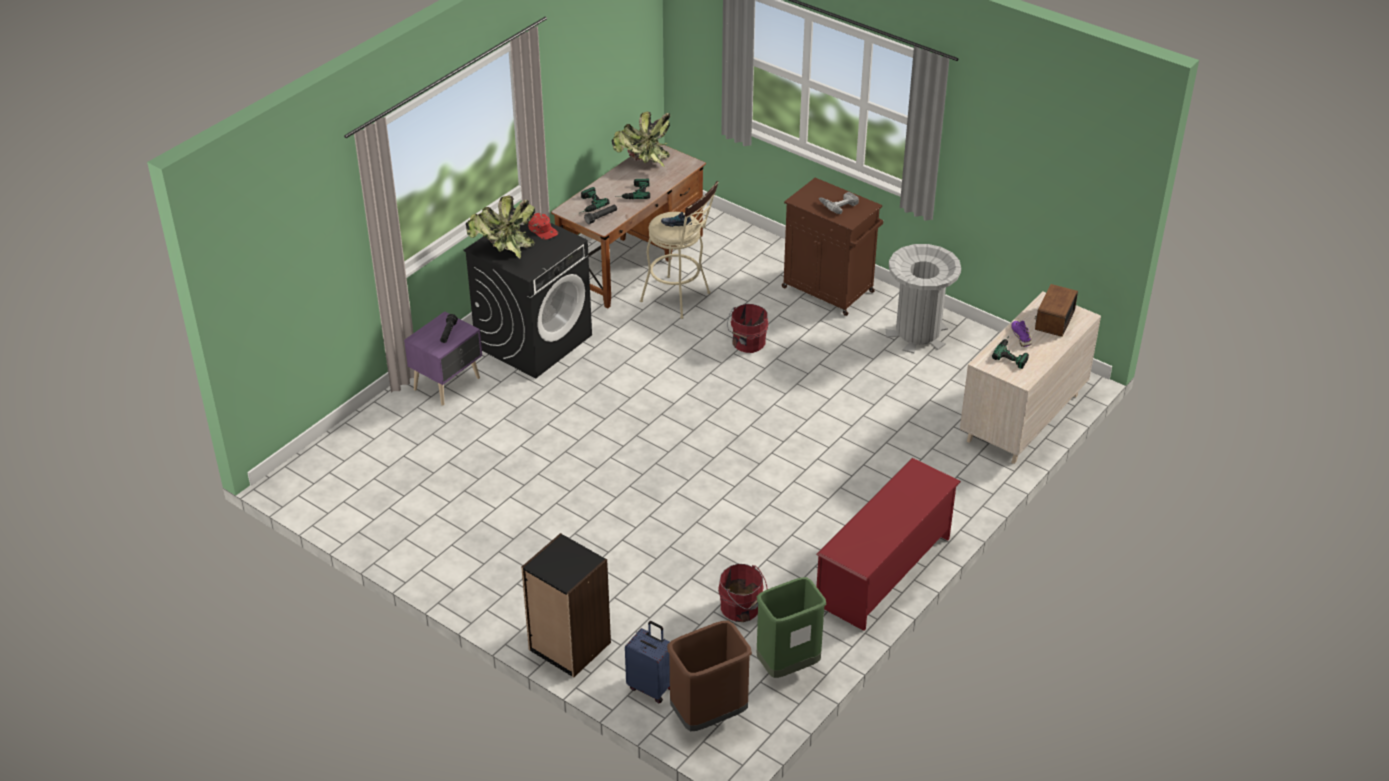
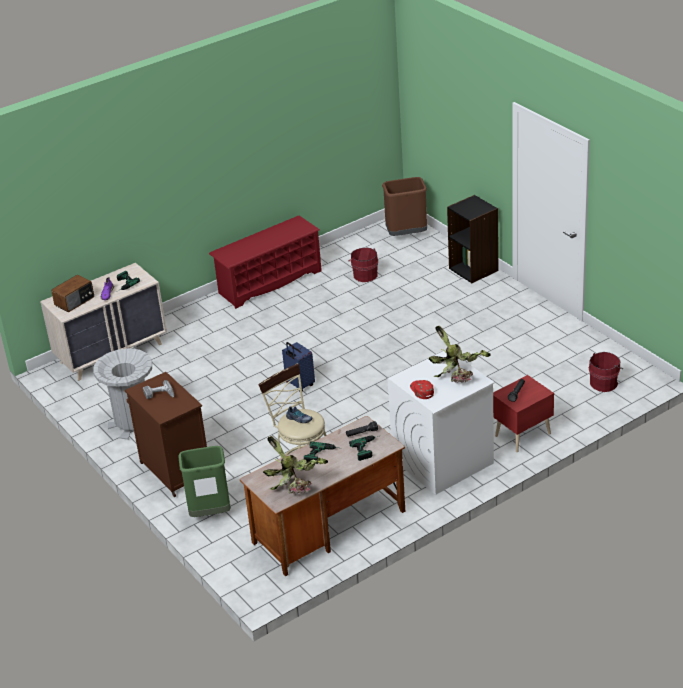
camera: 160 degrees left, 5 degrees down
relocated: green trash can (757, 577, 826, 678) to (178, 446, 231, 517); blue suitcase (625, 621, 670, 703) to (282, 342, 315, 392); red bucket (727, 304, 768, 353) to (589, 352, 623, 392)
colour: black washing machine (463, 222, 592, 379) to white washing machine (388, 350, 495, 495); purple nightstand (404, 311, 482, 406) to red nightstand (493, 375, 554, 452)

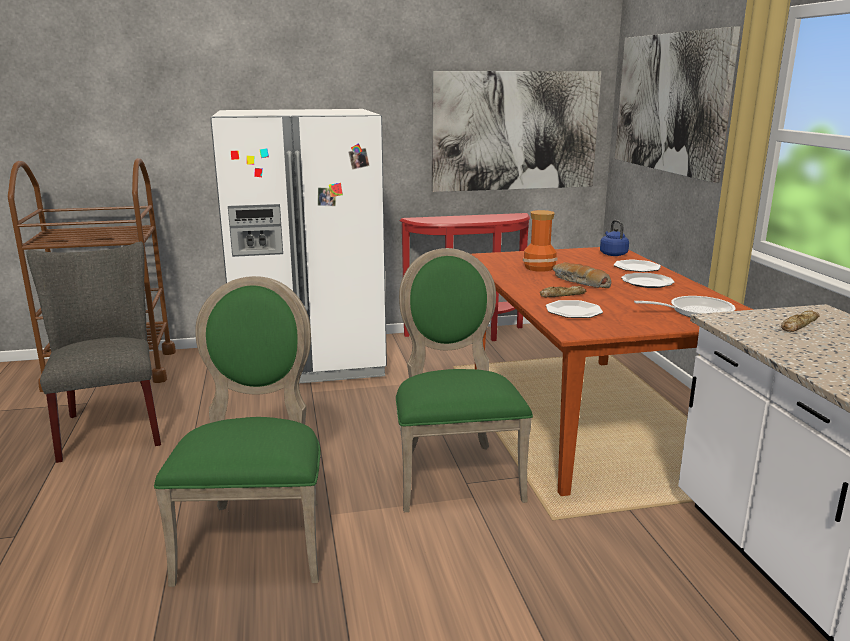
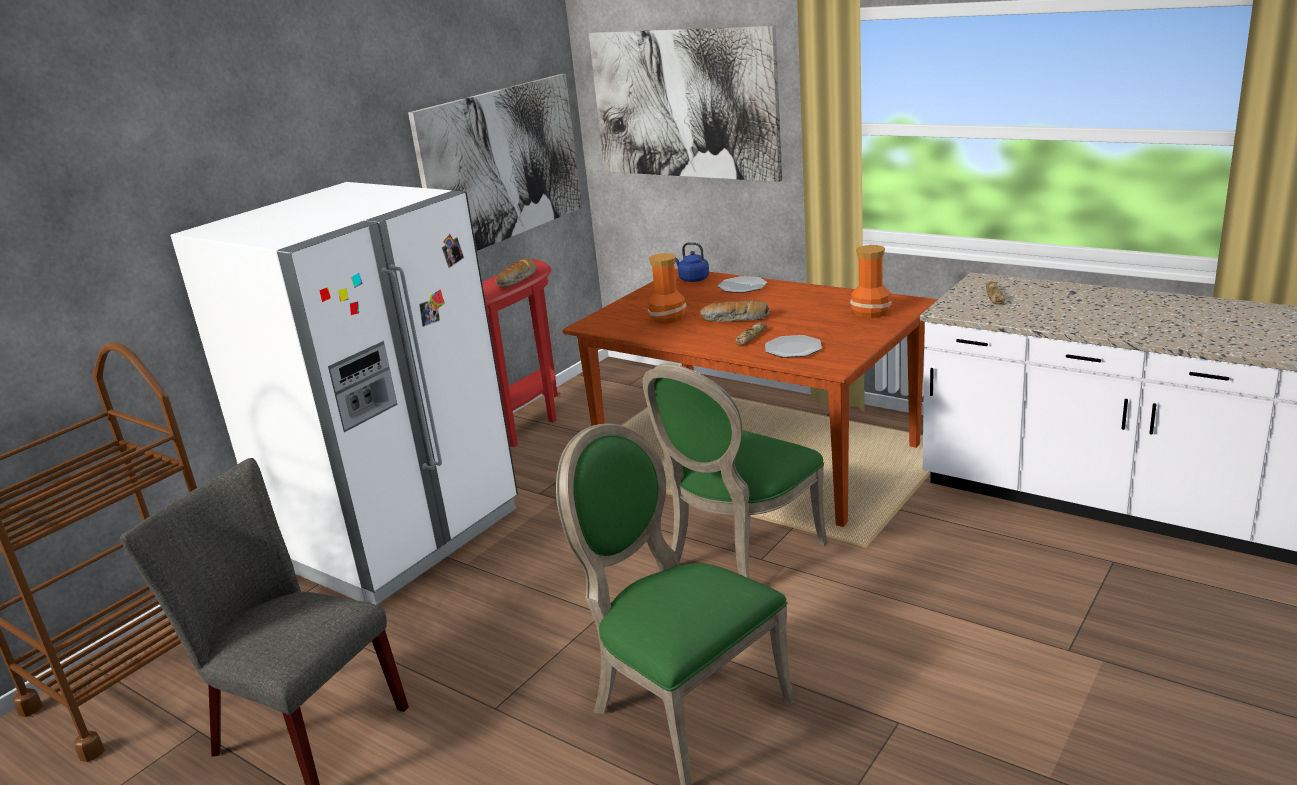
camera: 40 degrees left, 5 degrees up
missing: plate (621, 273, 675, 288)
appeared: bread (496, 259, 536, 288)
exchanged: frying pan (634, 296, 735, 317) to vase (850, 245, 892, 318)
spun: green chair (396, 248, 533, 512) = (643, 364, 827, 579) 90 degrees counterclockwise

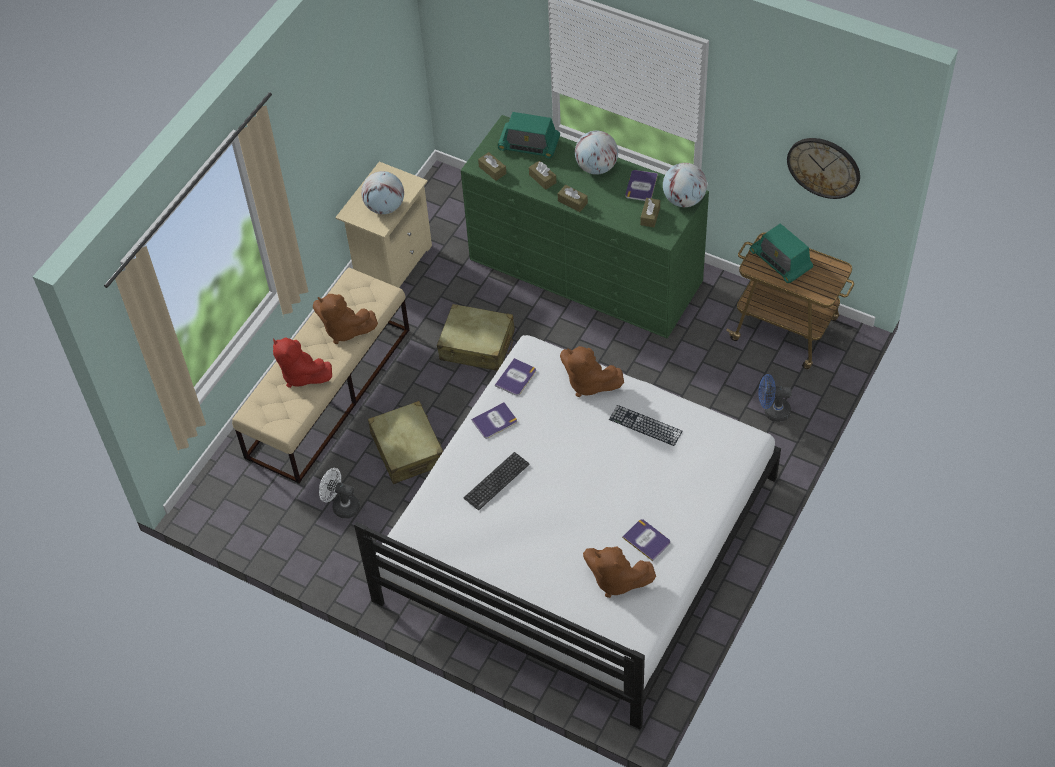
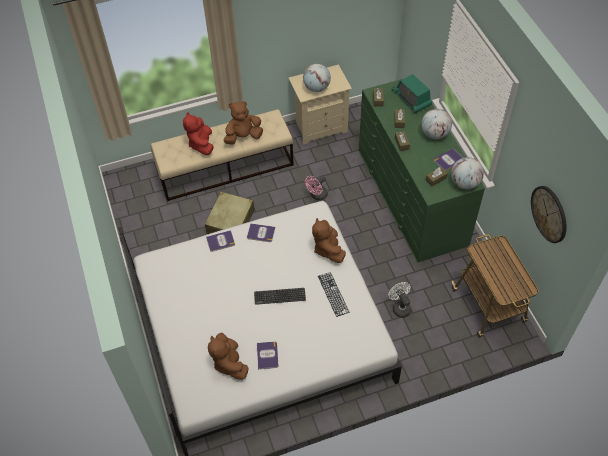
camera: 40 degrees right, 0 degrees up
missing: radio (750, 223, 813, 283); blue fan (759, 374, 792, 422)
relocated: book (495, 358, 536, 396) to (206, 230, 235, 252); keyboard (464, 452, 529, 510) to (254, 288, 306, 305); white fan (319, 468, 360, 519) to (388, 282, 411, 318)
exchanged: beige suitcase (437, 304, 515, 371) to pink fan (305, 175, 328, 201)
spun: brown plush toy (313, 294, 378, 344) = (224, 101, 263, 145) 90 degrees clockwise

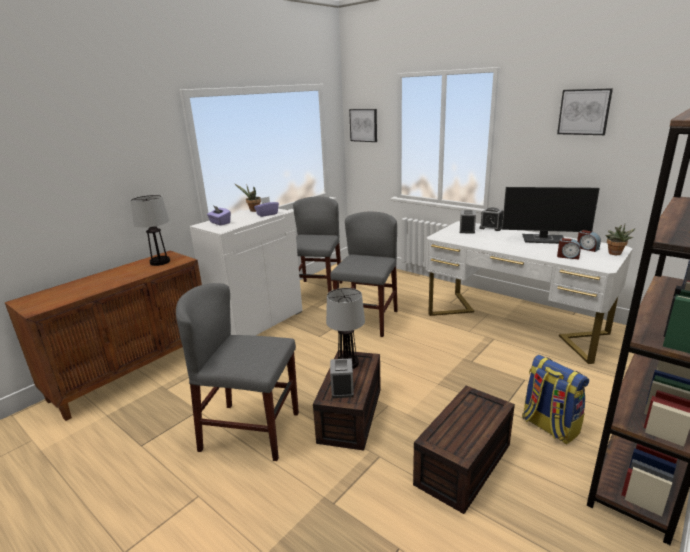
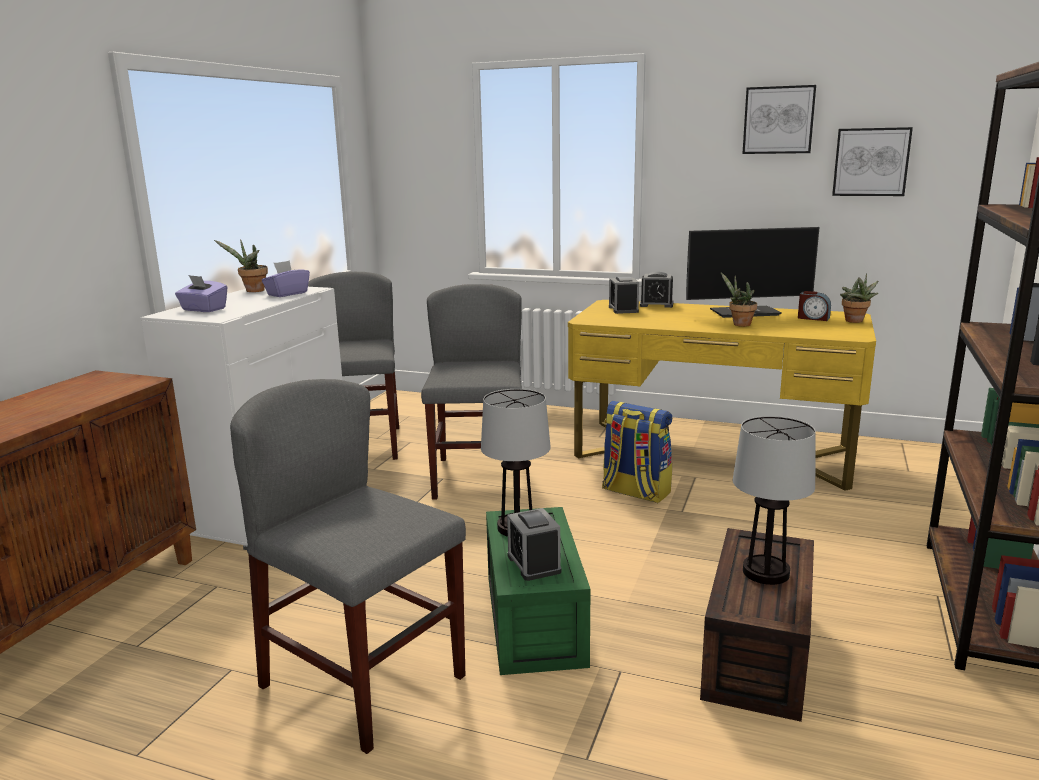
camera: 20 degrees left, 5 degrees down
missing: alarm clock (557, 238, 580, 259)
appeared: potted plant (721, 272, 757, 327)
relocated: backpack (522, 355, 589, 444) to (602, 401, 672, 503); table lamp (131, 195, 170, 266) to (733, 416, 816, 585); picture (349, 109, 377, 142) to (832, 127, 913, 196)
colour: brown storage box (313, 350, 381, 451) to green storage box (486, 507, 590, 675); white desk (426, 221, 633, 364) to yellow desk (568, 300, 876, 491)
spun: grey chair (176, 283, 299, 461) = (230, 379, 466, 754) 45 degrees clockwise

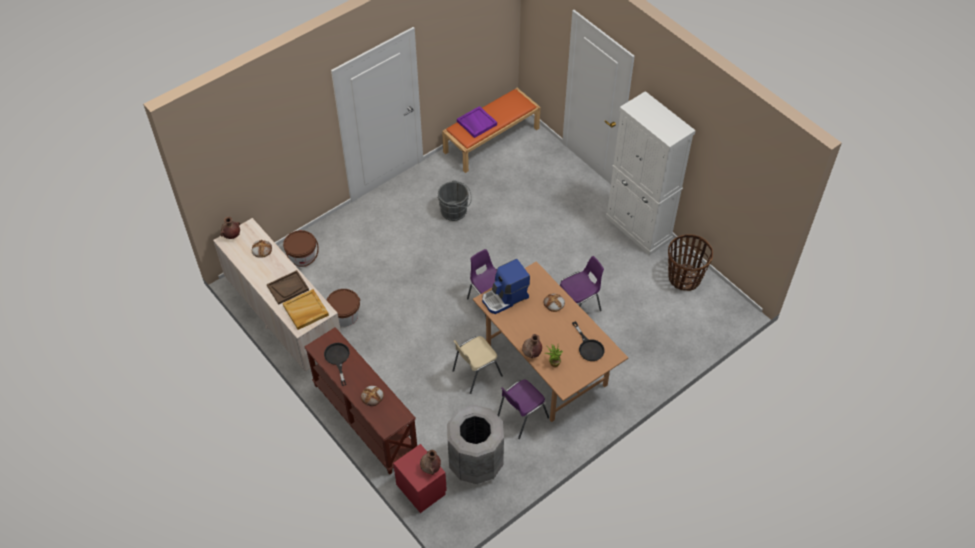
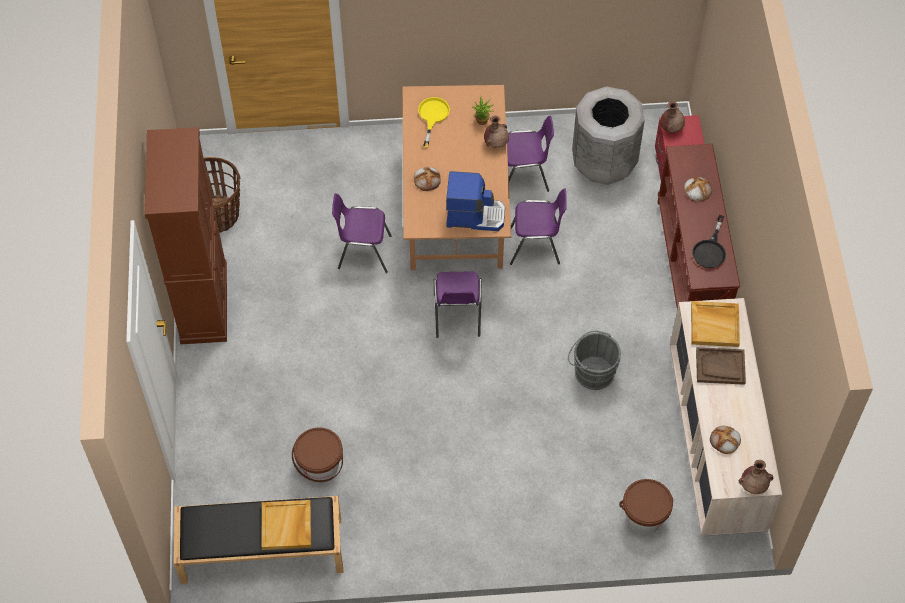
camera: 145 degrees left, 5 degrees up
relocated: brown bucket (326, 289, 360, 327) to (292, 428, 343, 482); grey bucket (438, 180, 472, 221) to (568, 331, 621, 390)
colour: white cabinet (606, 91, 696, 256) to brown cabinet (145, 127, 227, 344); orange bench (442, 88, 540, 173) to black bench (174, 496, 344, 584); purple tray (457, 106, 497, 138) to beige tray (262, 500, 311, 550); black frying pan (572, 321, 605, 361) to yellow frying pan (418, 97, 450, 147); beige chair (452, 336, 503, 394) to purple chair (510, 189, 567, 265)

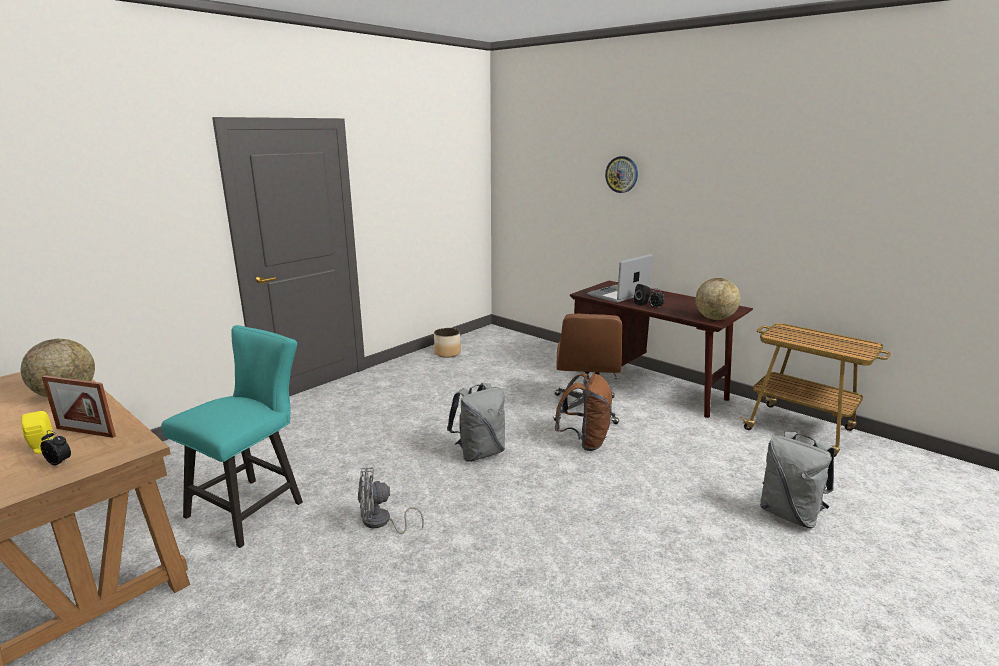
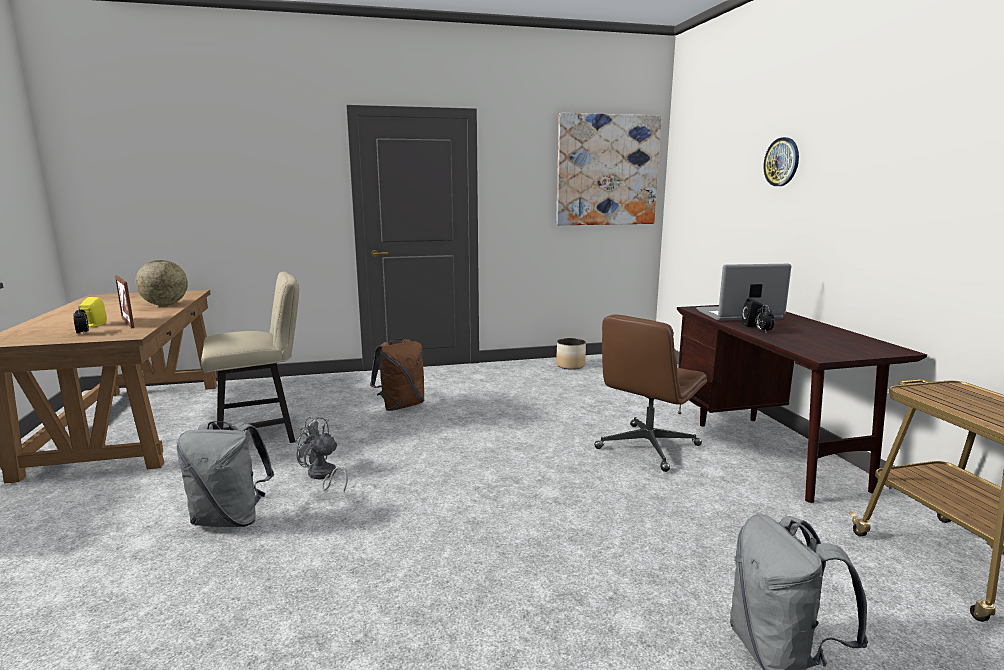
camera: 35 degrees right, 5 degrees down
missing: globe (695, 278, 740, 320)
appeared: picture (556, 113, 661, 225)
relocated: grey backpack (447, 383, 505, 462) to (177, 421, 274, 527); brown backpack (555, 373, 613, 451) to (370, 338, 424, 411)
colour: turquoise chair (161, 325, 303, 548) to beige chair (201, 272, 299, 443)

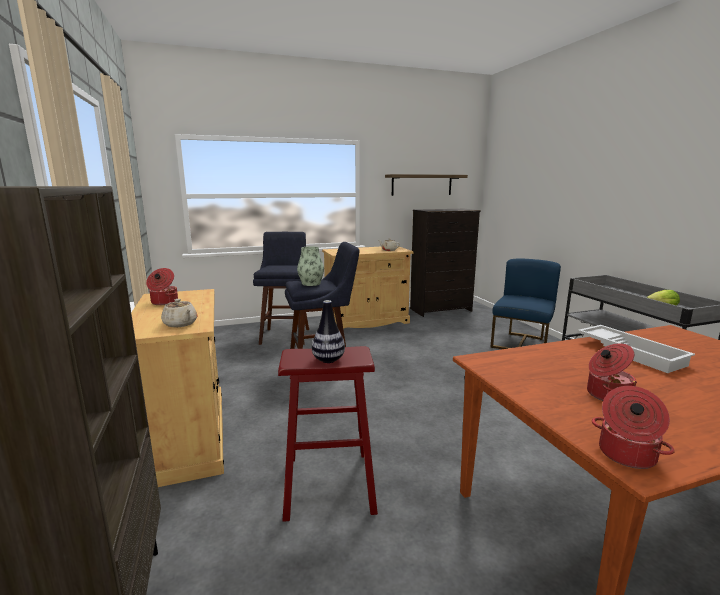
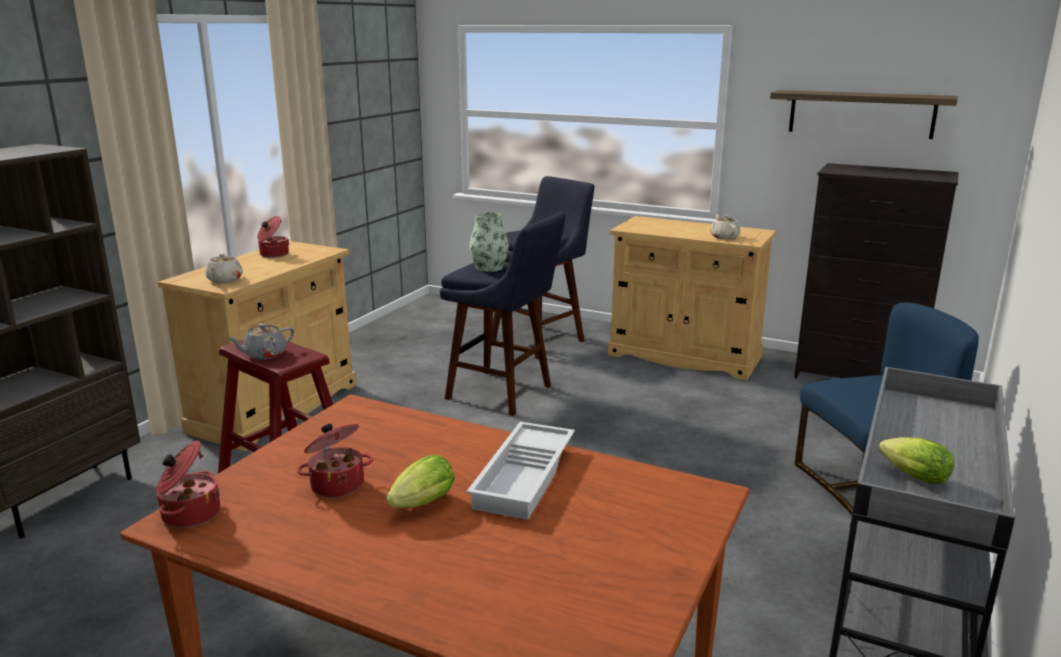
camera: 45 degrees right, 5 degrees up
appeared: lettuce (387, 455, 455, 508)
exchanged: vase (312, 300, 345, 363) to grey teapot (227, 323, 294, 360)

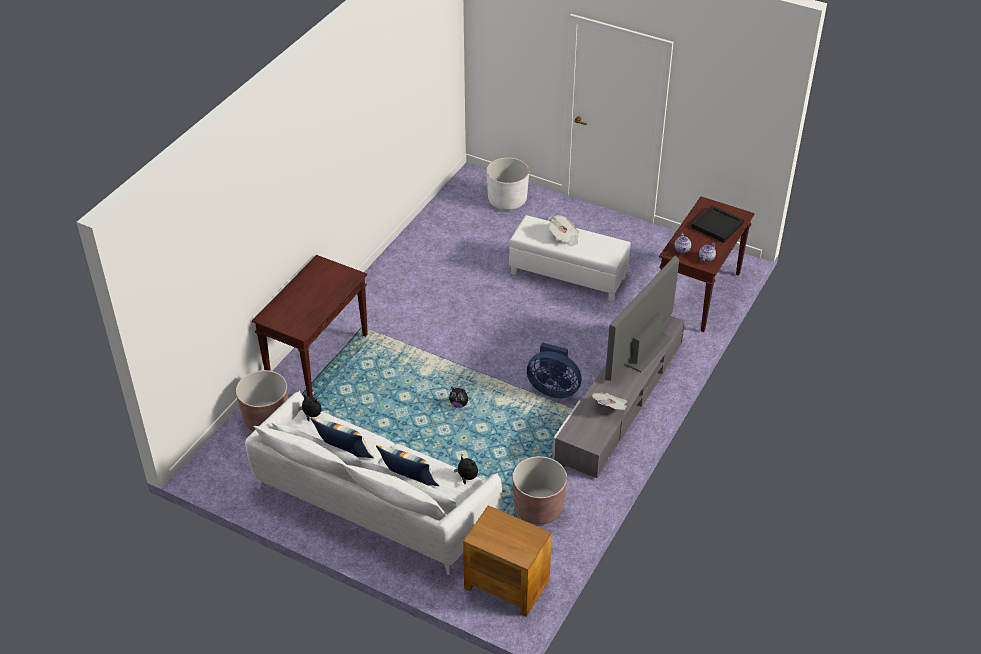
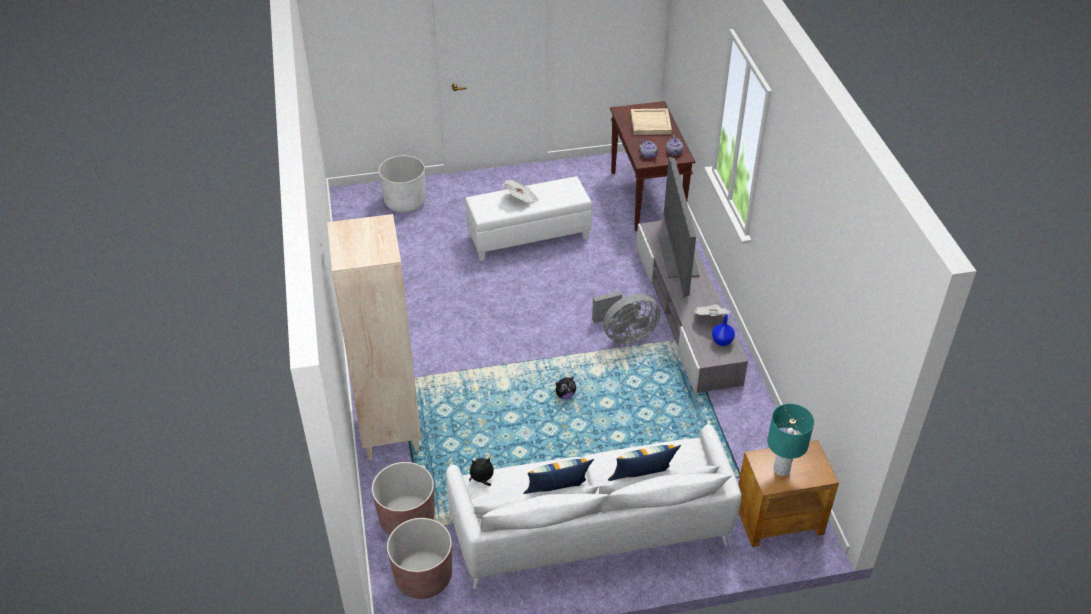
camera: 40 degrees left, 0 degrees up
missing: plush toy (454, 456, 478, 484)
appeared: blue vase (712, 314, 735, 346); turquoise table lamp (767, 404, 814, 476)
relocated: brown planter (513, 456, 567, 524) to (387, 518, 452, 599)
exchanged: brown console table (252, 255, 368, 397) to beige bookcase (327, 214, 421, 460)
colour: blue fan (527, 342, 581, 398) to grey fan (592, 291, 660, 344); black tray (691, 205, 744, 243) to beige tray (631, 108, 672, 135)

